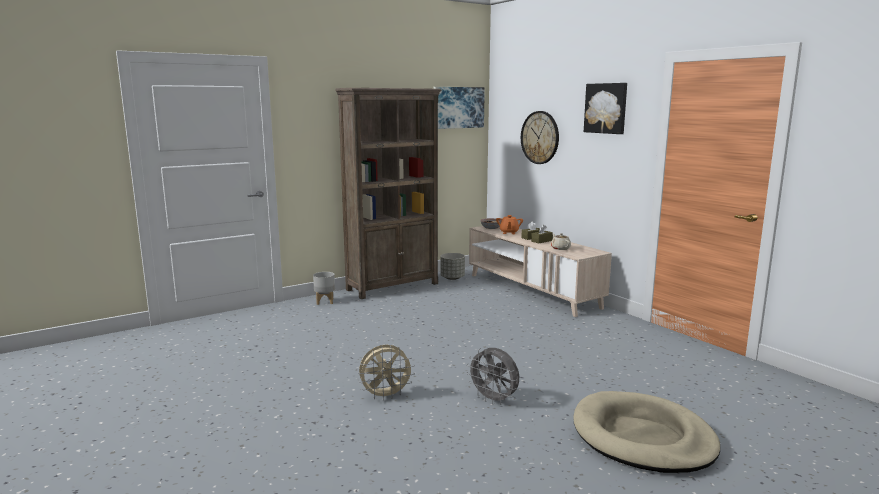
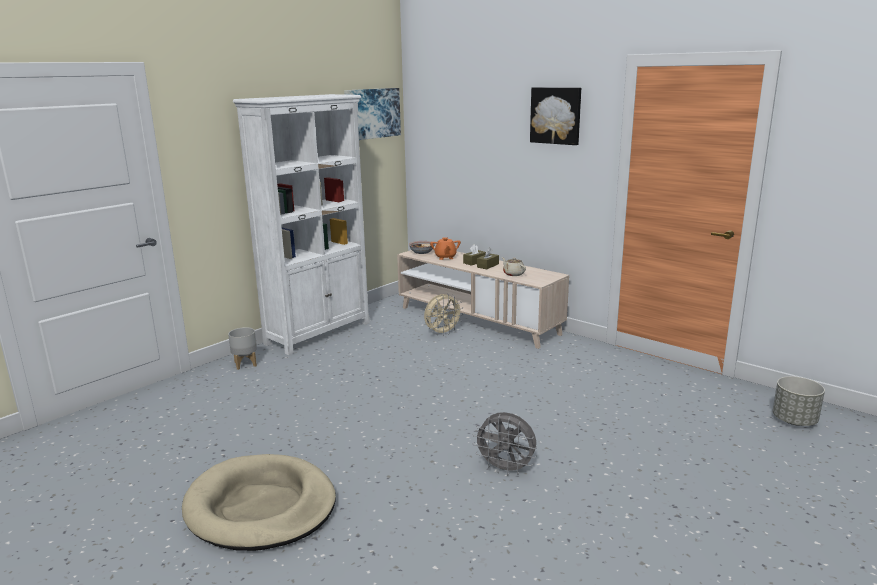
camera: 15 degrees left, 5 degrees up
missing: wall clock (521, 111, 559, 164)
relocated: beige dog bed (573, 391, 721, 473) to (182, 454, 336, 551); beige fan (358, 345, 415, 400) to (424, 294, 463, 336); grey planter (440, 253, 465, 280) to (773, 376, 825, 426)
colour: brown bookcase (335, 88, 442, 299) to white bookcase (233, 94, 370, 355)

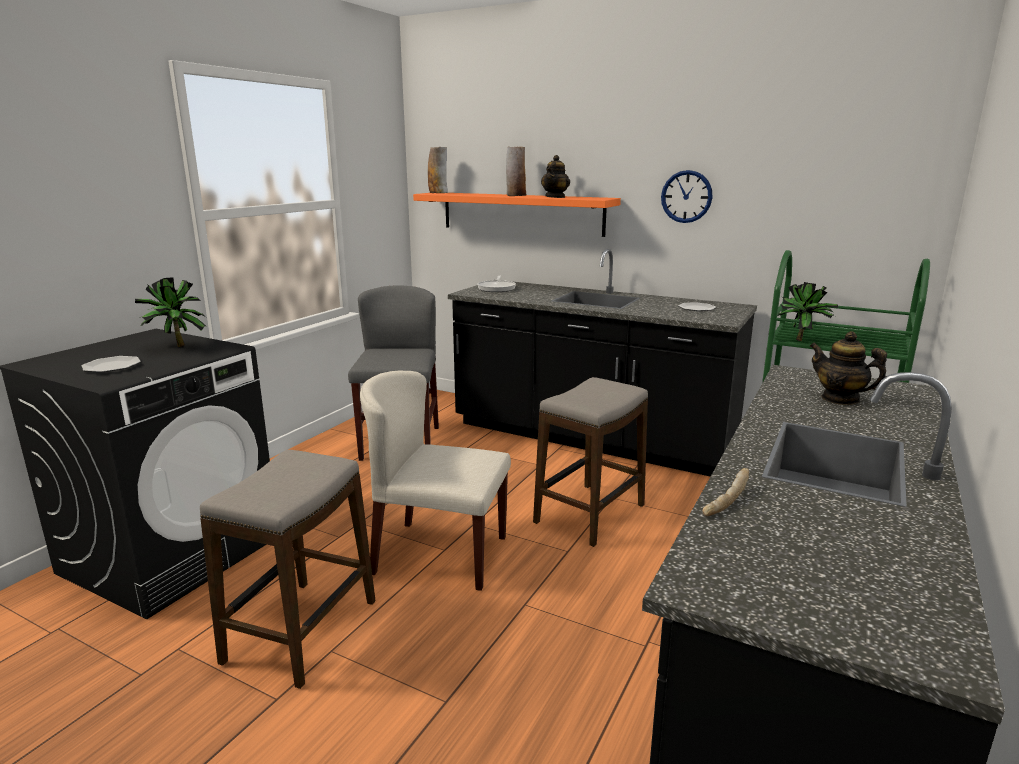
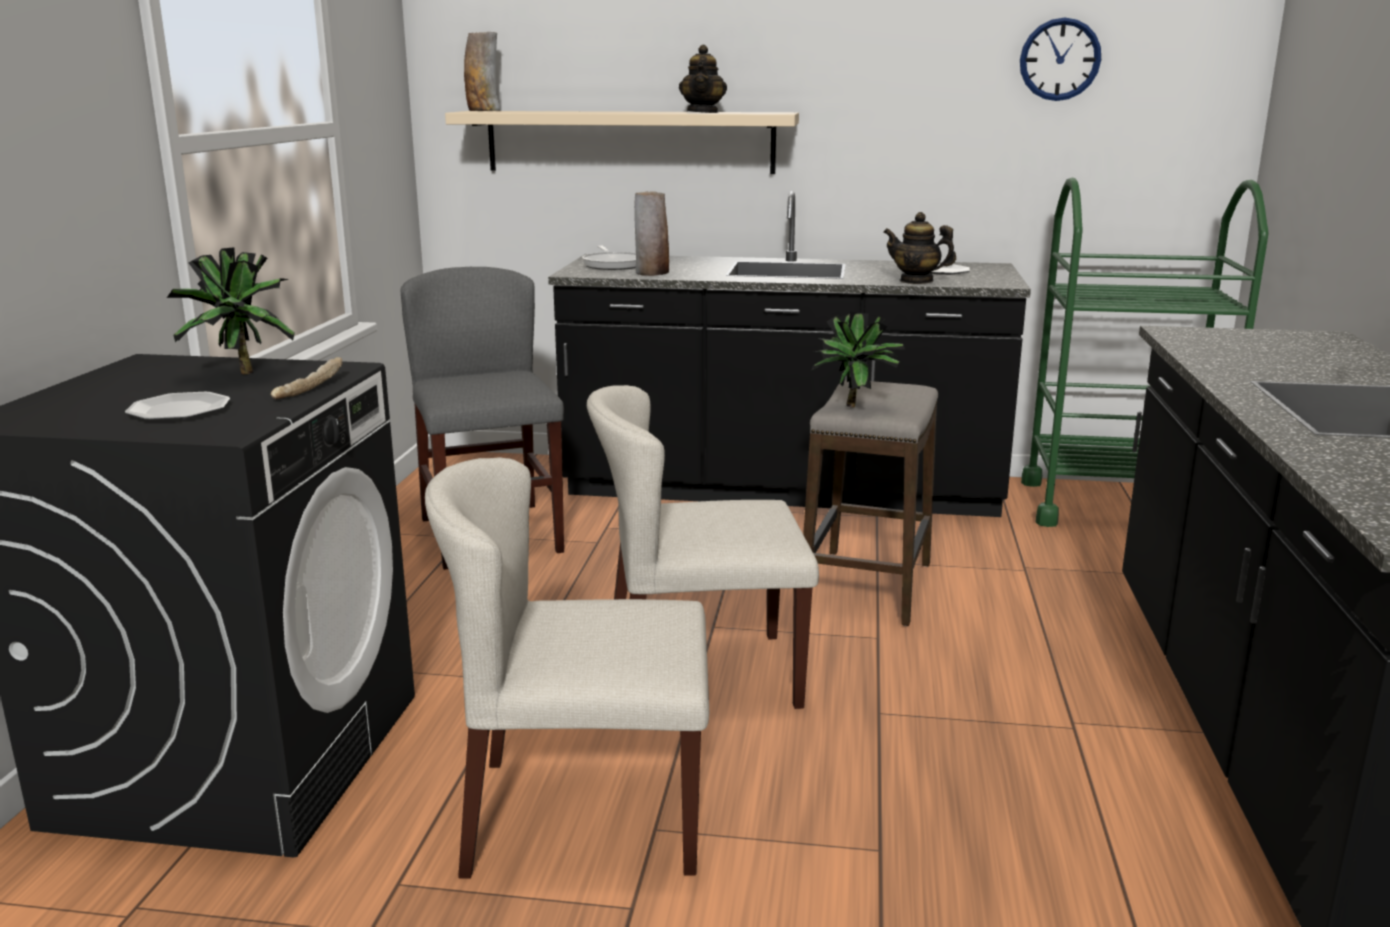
camera: 20 degrees left, 0 degrees up
relocated: bread (702, 468, 749, 516) to (271, 357, 342, 399); vase (506, 147, 526, 196) to (634, 191, 669, 276); potted plant (778, 282, 838, 341) to (811, 311, 905, 408); teapot (810, 331, 887, 405) to (884, 212, 956, 284); wall clock (661, 170, 713, 223) to (1020, 18, 1101, 101)
exchanged: stool (200, 450, 376, 689) to beige chair (425, 457, 709, 878)
colour: orange shelf (413, 193, 621, 237) to beige shelf (445, 111, 799, 174)

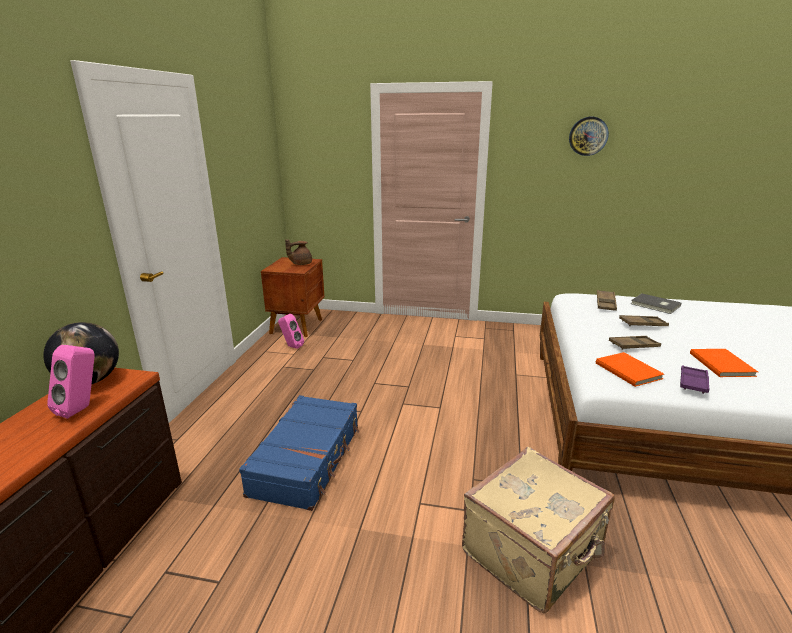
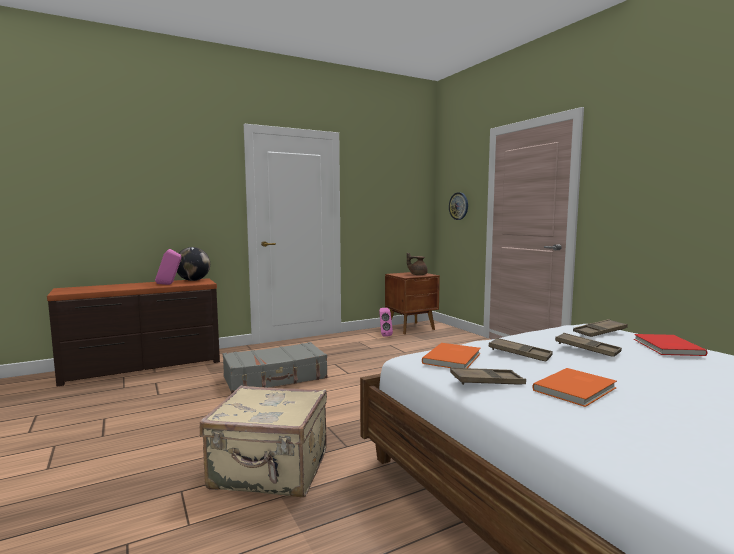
camera: 50 degrees right, 15 degrees down
relocated: wall clock (569, 117, 609, 156) to (449, 192, 468, 220)
colour: blue suitcase (239, 395, 359, 511) to grey suitcase (223, 342, 328, 393); purple tray (680, 365, 709, 394) to brown tray (450, 368, 526, 385); grey book (631, 293, 681, 314) to red book (634, 334, 707, 356)

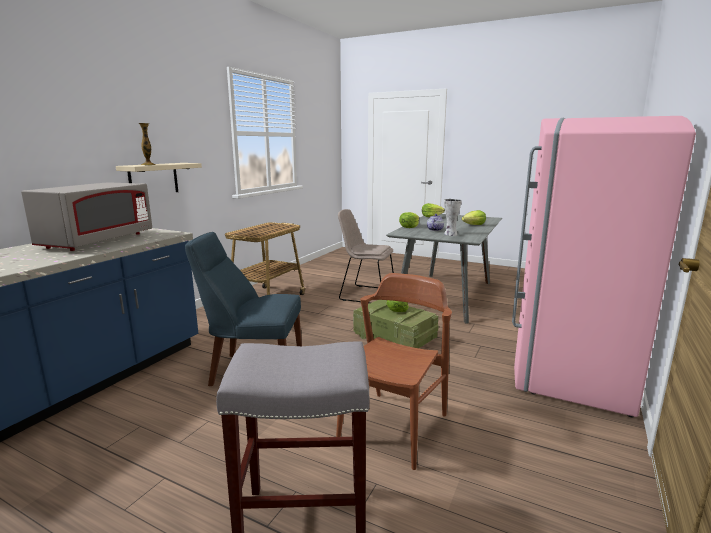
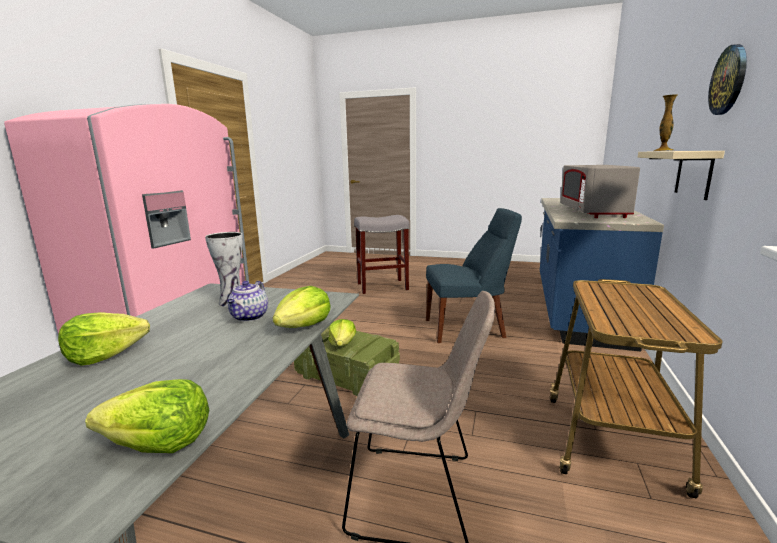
camera: 170 degrees right, 0 degrees up
missing: brown chair (336, 273, 452, 470)
appeared: wall clock (708, 44, 747, 115)

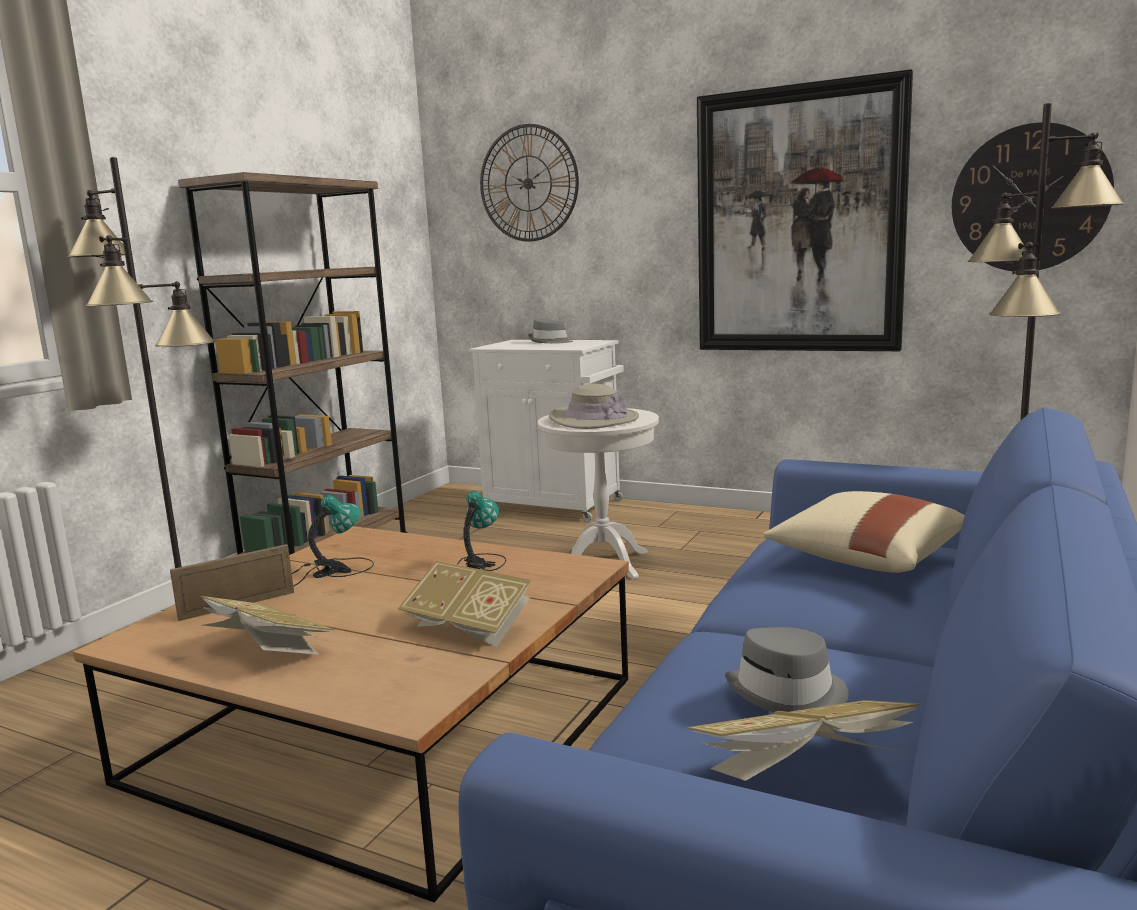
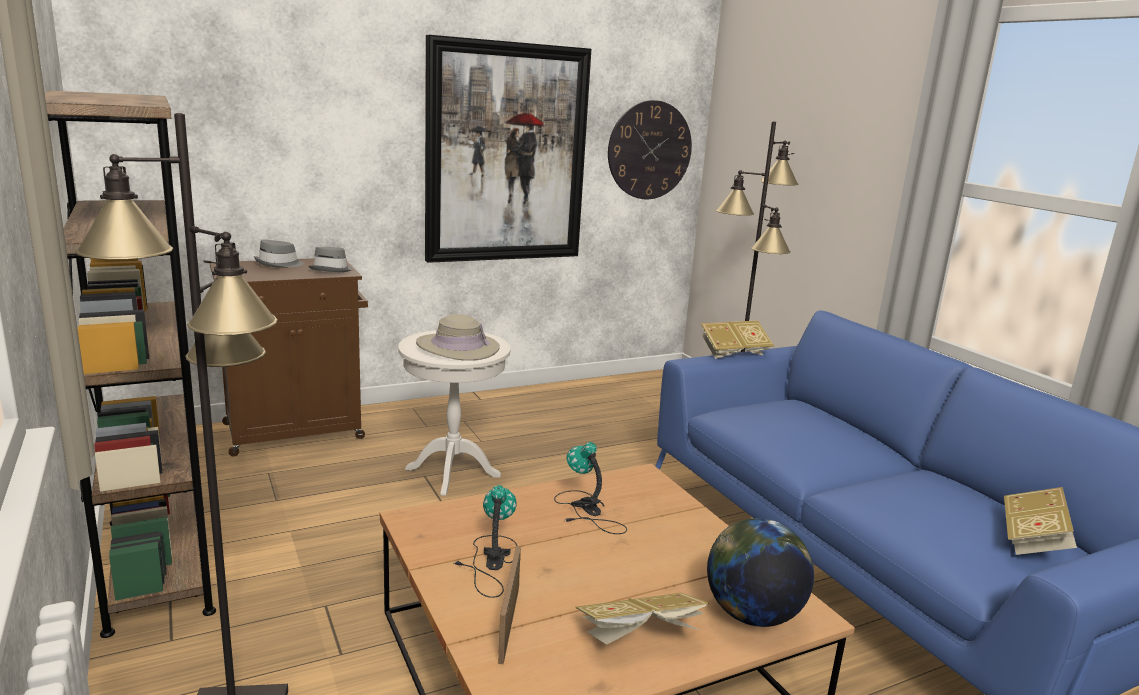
camera: 55 degrees left, 5 degrees up
missing: wall clock (480, 124, 579, 241); beige pillow (763, 491, 965, 573)
appeared: globe (707, 518, 814, 627)
relocated: grey hat (725, 627, 849, 713) to (308, 247, 353, 272); book (398, 561, 531, 647) to (701, 320, 774, 359)
colour: white cabinet (468, 340, 624, 522) to brown cabinet (210, 258, 368, 457)

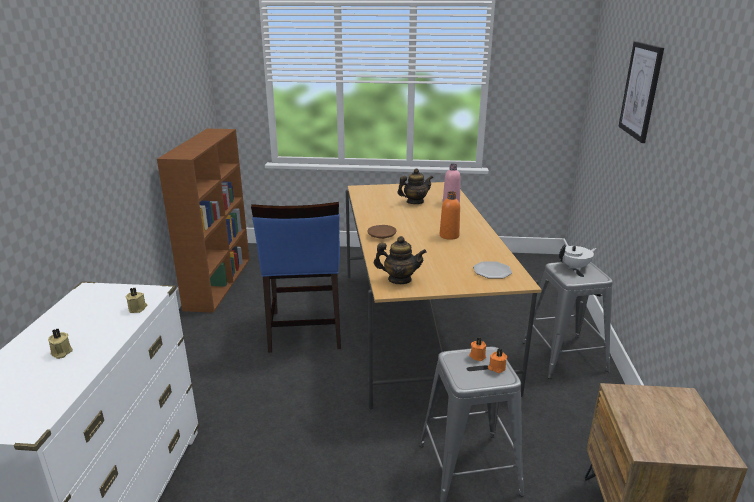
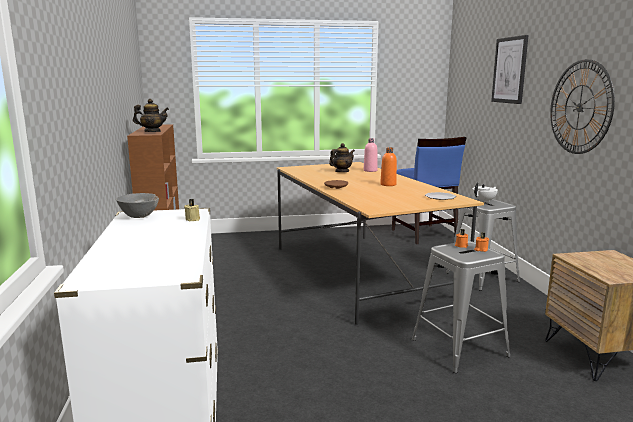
camera: 15 degrees left, 10 degrees down
missing: beige candle (48, 329, 73, 359)
appeared: grey bowl (116, 193, 159, 218); wall clock (550, 59, 615, 154)
relocated: teapot (374, 236, 427, 284) to (133, 99, 169, 132); blue chair (251, 202, 341, 353) to (392, 137, 466, 244)

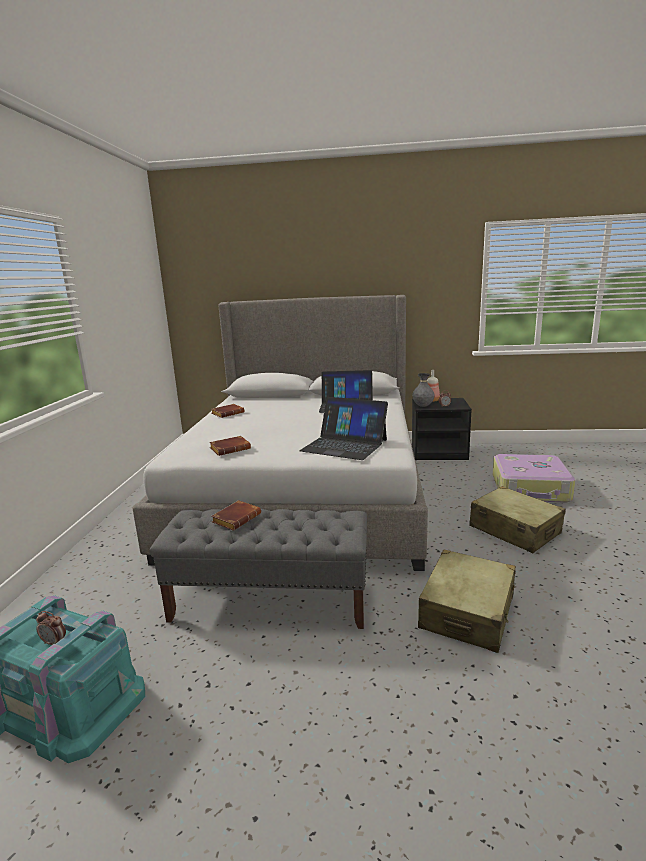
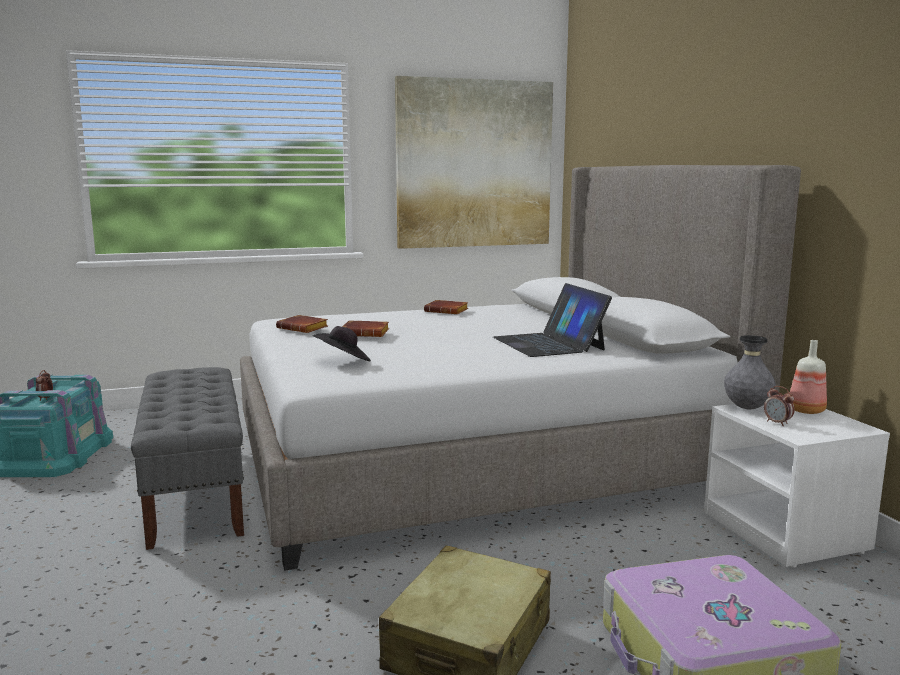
camera: 65 degrees right, 5 degrees down
missing: beige suitcase (418, 550, 516, 653)
appeared: picture (395, 76, 553, 249)
relocated: brown book (211, 500, 261, 531) to (342, 321, 389, 337)
exchanged: laptop (299, 397, 388, 460) to black hat (312, 326, 371, 361)
colour: black nightstand (412, 398, 472, 460) to white nightstand (704, 404, 890, 568)

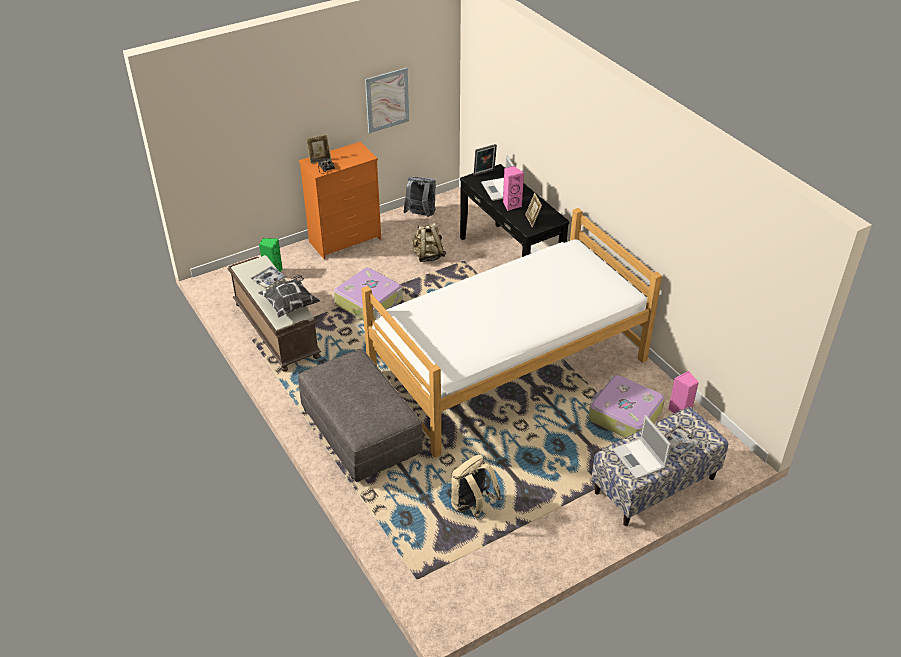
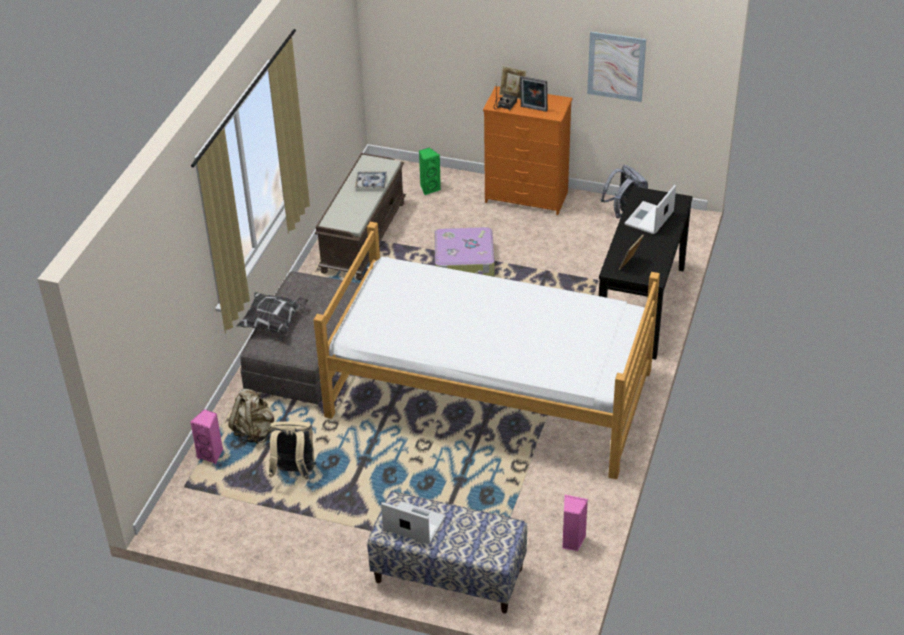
camera: 50 degrees right, 0 degrees up
missing: suitcase (589, 375, 665, 438); tray (664, 425, 701, 458)
relocated: pink speaker (503, 166, 524, 211) to (191, 409, 223, 464); beige backpack (412, 223, 446, 262) to (229, 389, 274, 444); pillow (258, 275, 320, 317) to (236, 292, 308, 335); picture frame (473, 144, 497, 176) to (520, 76, 548, 112)
spun: laptop (613, 415, 671, 480) = (381, 501, 446, 544) 90 degrees clockwise

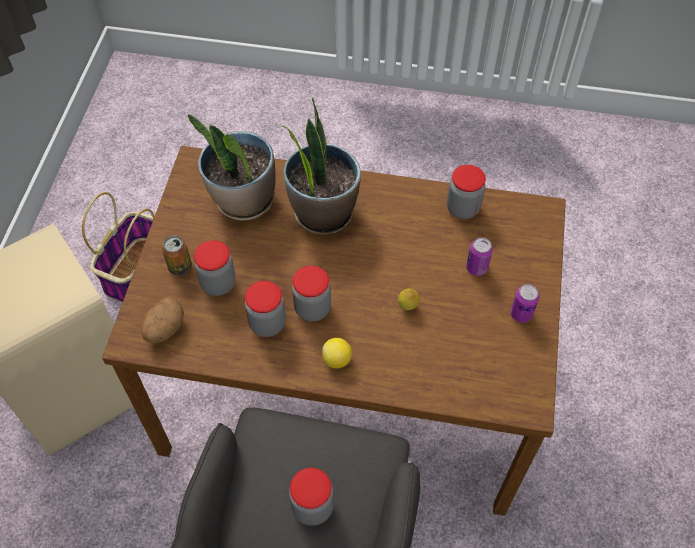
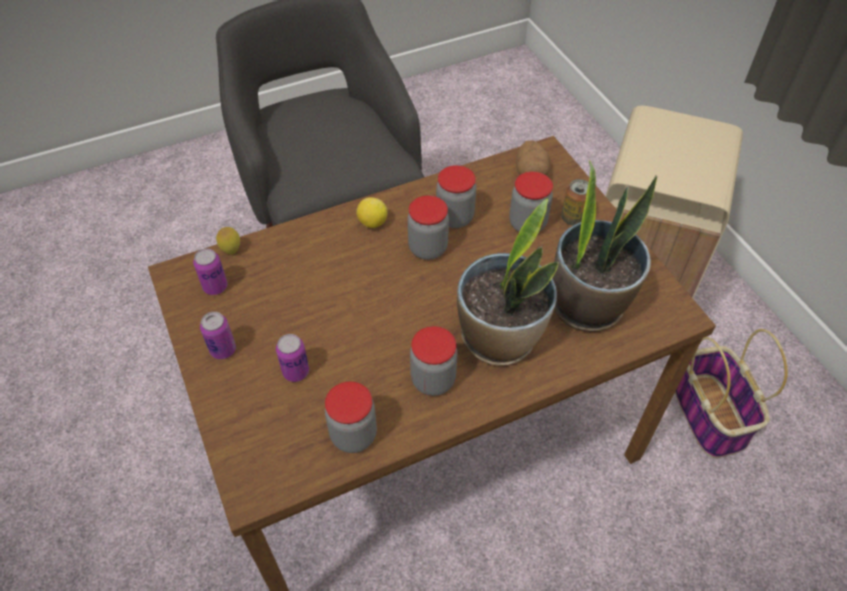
camera: 145 degrees right, 5 degrees down
appeared: can (193, 249, 227, 295)
relocated: lemon (398, 289, 419, 310) to (216, 227, 240, 255); jar (289, 468, 334, 526) to (410, 326, 458, 396)

